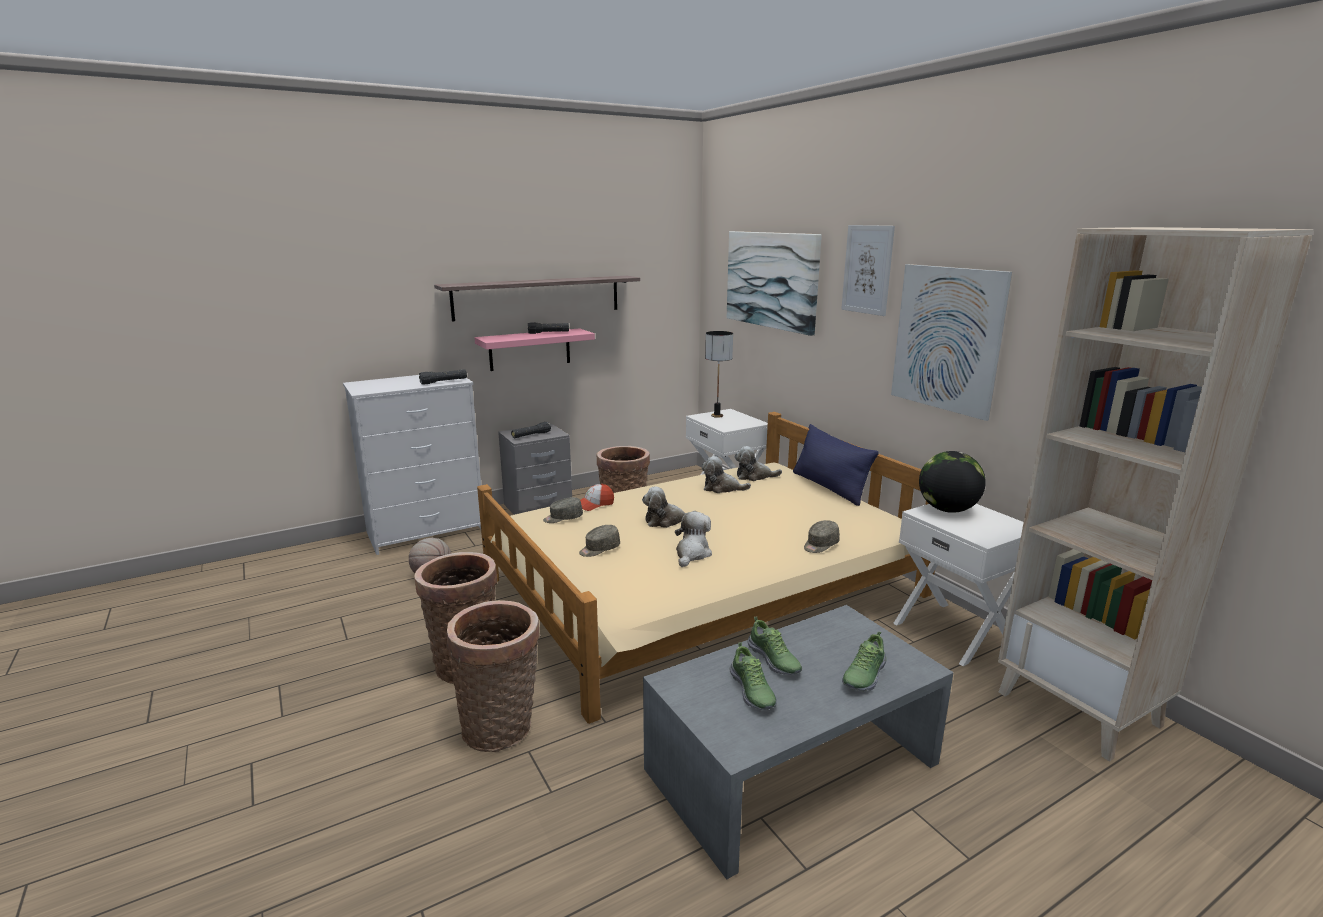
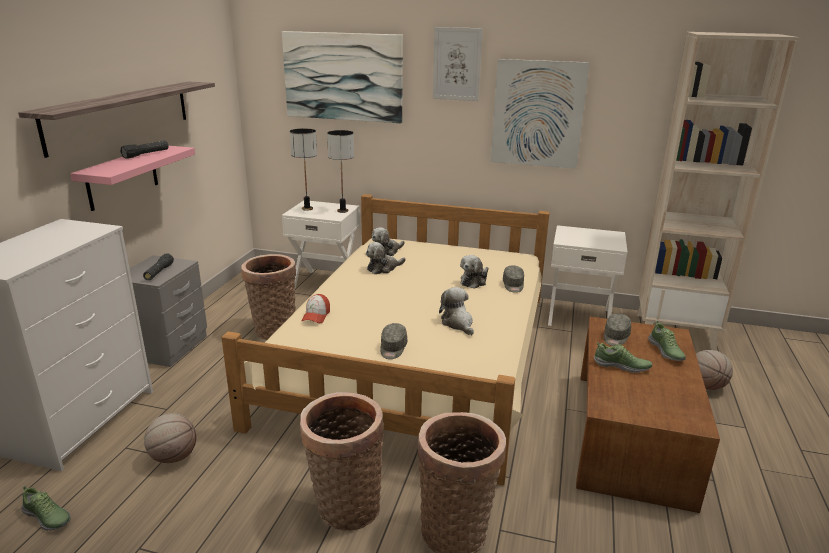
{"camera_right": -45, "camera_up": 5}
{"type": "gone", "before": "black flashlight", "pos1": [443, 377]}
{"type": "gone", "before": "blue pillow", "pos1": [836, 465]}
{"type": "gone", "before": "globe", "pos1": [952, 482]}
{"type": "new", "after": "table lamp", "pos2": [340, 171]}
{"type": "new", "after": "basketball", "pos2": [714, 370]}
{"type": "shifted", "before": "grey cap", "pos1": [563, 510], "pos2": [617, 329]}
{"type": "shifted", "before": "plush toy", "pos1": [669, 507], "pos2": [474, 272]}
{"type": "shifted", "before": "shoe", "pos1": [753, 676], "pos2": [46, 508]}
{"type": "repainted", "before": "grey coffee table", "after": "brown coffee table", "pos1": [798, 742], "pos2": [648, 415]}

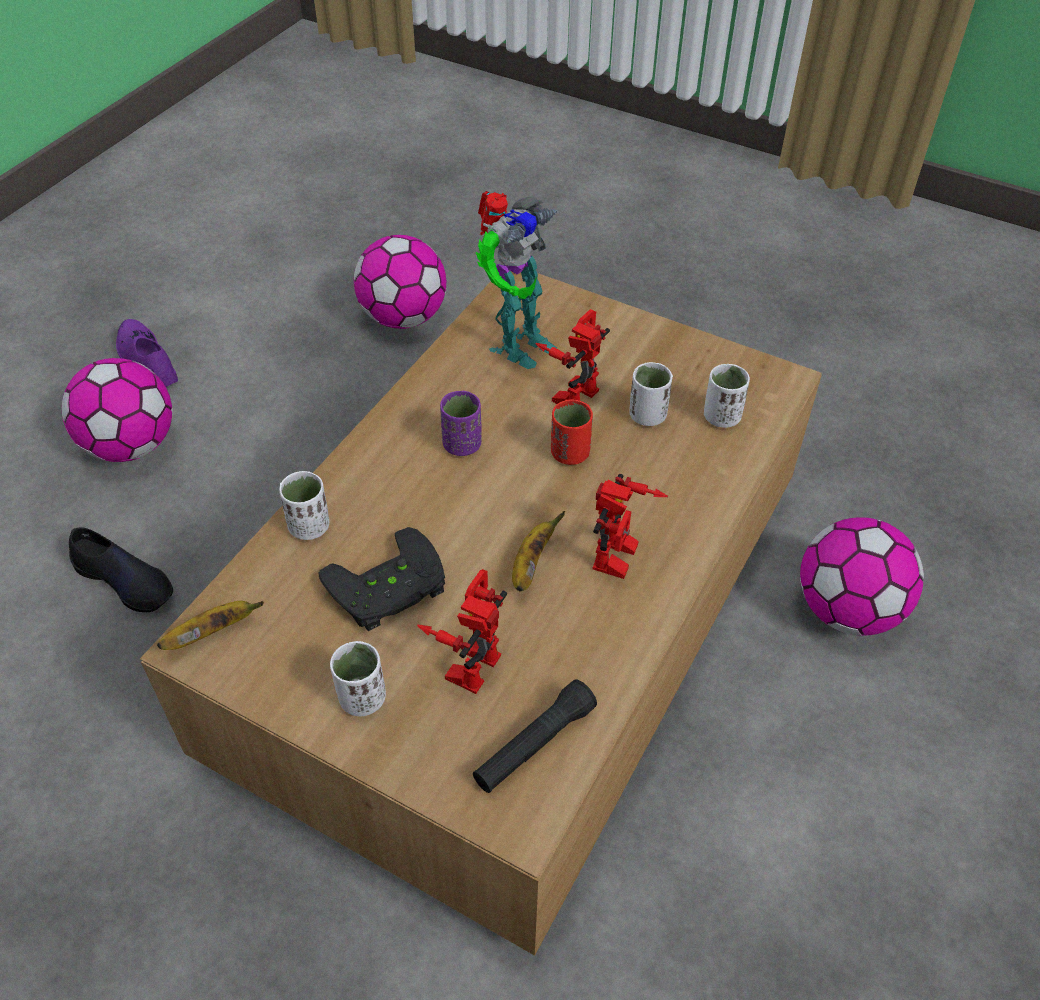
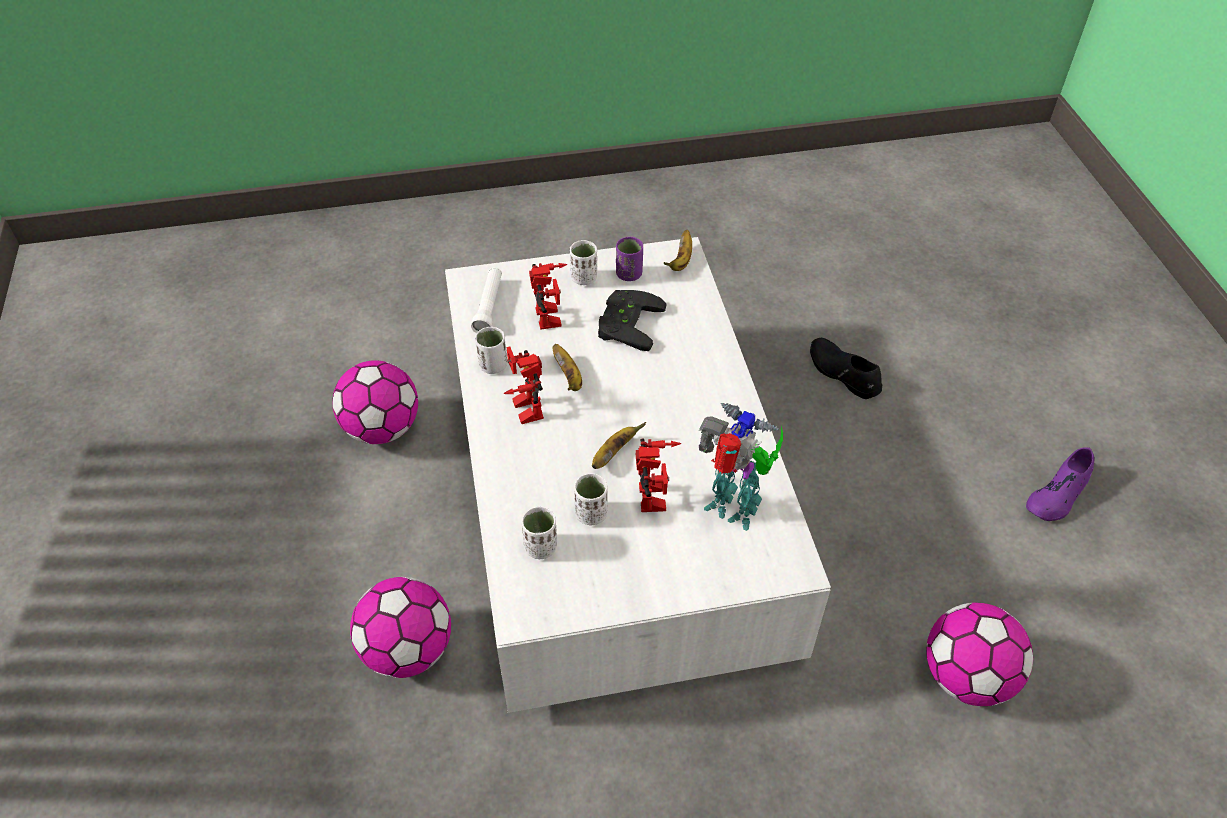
{"camera_right": 140, "camera_up": 0}
{"type": "shifted", "before": "football", "pos1": [117, 410], "pos2": [375, 402]}
{"type": "shifted", "before": "white cup", "pos1": [304, 505], "pos2": [491, 350]}
{"type": "shifted", "before": "purple cup", "pos1": [460, 423], "pos2": [629, 259]}
{"type": "swapped", "before": "red cup", "after": "banana", "pos1": [572, 432], "pos2": [619, 445]}
{"type": "repainted", "before": "brown coffee table", "after": "white coffee table", "pos1": [481, 614], "pos2": [638, 475]}
{"type": "repainted", "before": "black flashlight", "after": "white flashlight", "pos1": [535, 736], "pos2": [486, 300]}
{"type": "rotated", "before": "black shoe", "pos1": [121, 570], "pos2": [846, 368], "turn": 60}
{"type": "rotated", "before": "purple shoe", "pos1": [147, 353], "pos2": [1060, 484], "turn": 120}
{"type": "rotated", "before": "toy robot", "pos1": [516, 280], "pos2": [741, 467], "turn": 120}

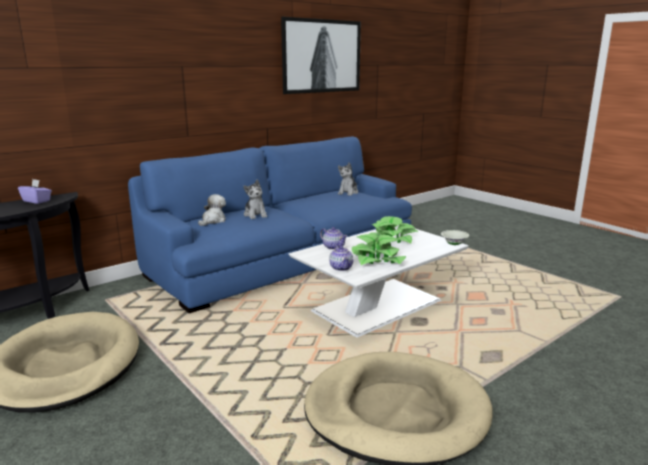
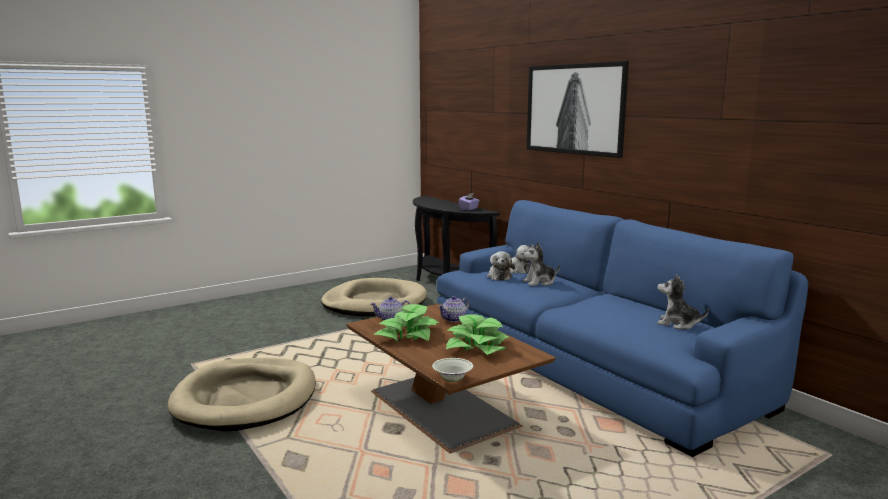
{"camera_right": 95, "camera_up": -5}
{"type": "new", "after": "plush toy", "pos2": [501, 266]}
{"type": "shifted", "before": "picture", "pos1": [321, 55], "pos2": [578, 109]}
{"type": "repainted", "before": "white coffee table", "after": "brown coffee table", "pos1": [378, 281], "pos2": [451, 379]}

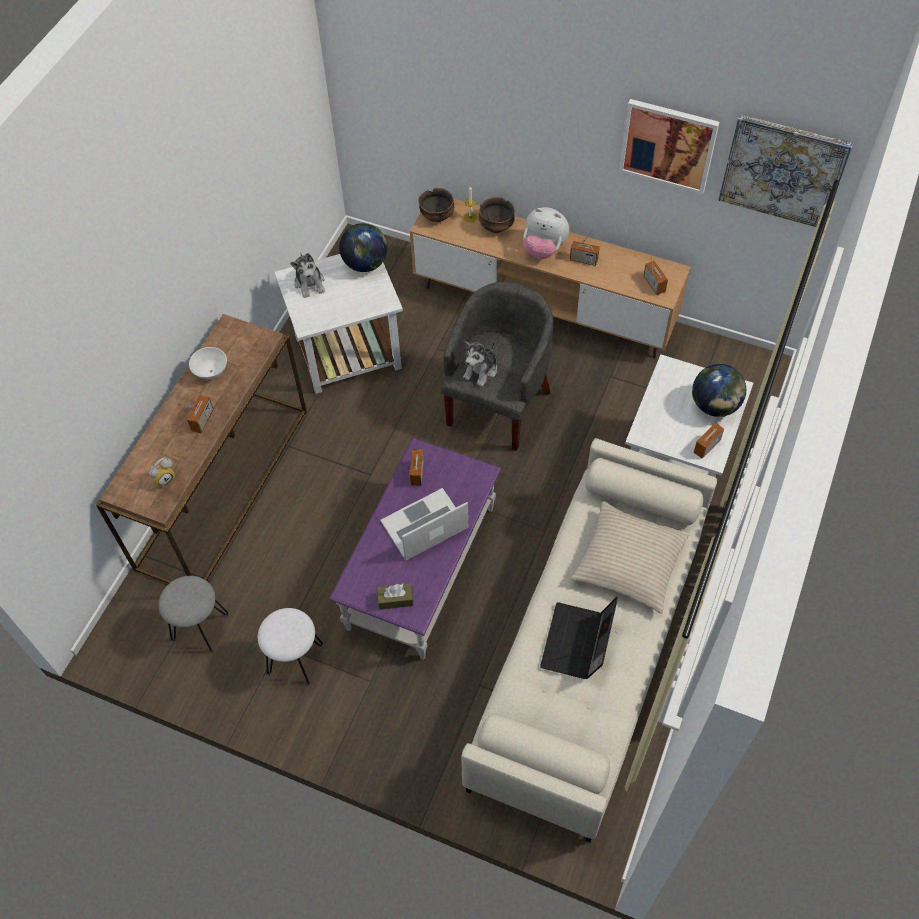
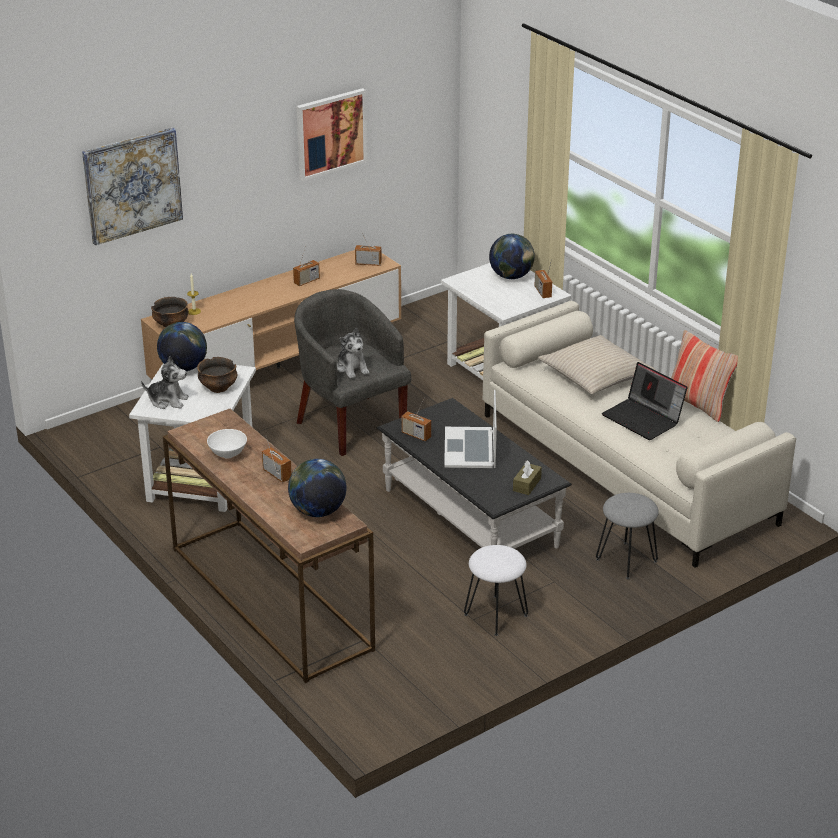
{"camera_right": -60, "camera_up": -25}
{"type": "gone", "before": "plush toy", "pos1": [546, 233]}
{"type": "new", "after": "pillow", "pos2": [704, 376]}
{"type": "shifted", "before": "grey stool", "pos1": [194, 614], "pos2": [627, 536]}
{"type": "shifted", "before": "bowl", "pos1": [497, 215], "pos2": [217, 375]}
{"type": "shifted", "before": "picture", "pos1": [786, 170], "pos2": [132, 186]}
{"type": "swapped", "before": "alarm clock", "after": "globe", "pos1": [162, 473], "pos2": [317, 488]}
{"type": "repainted", "before": "purple coffee table", "after": "black coffee table", "pos1": [415, 549], "pos2": [474, 473]}

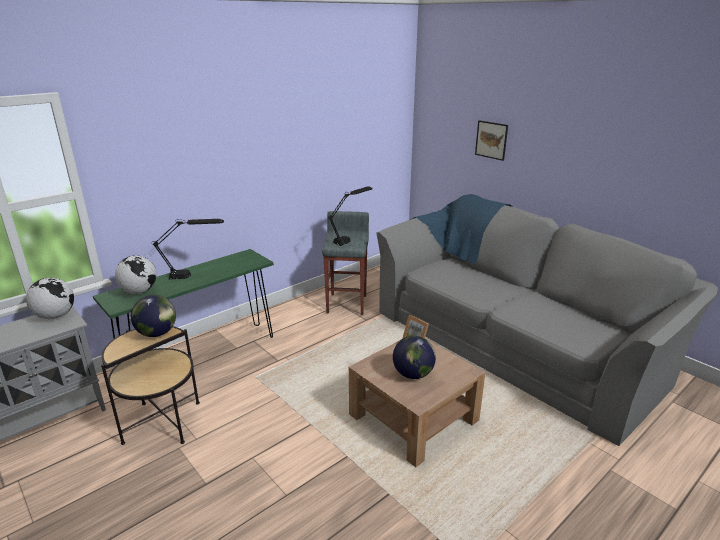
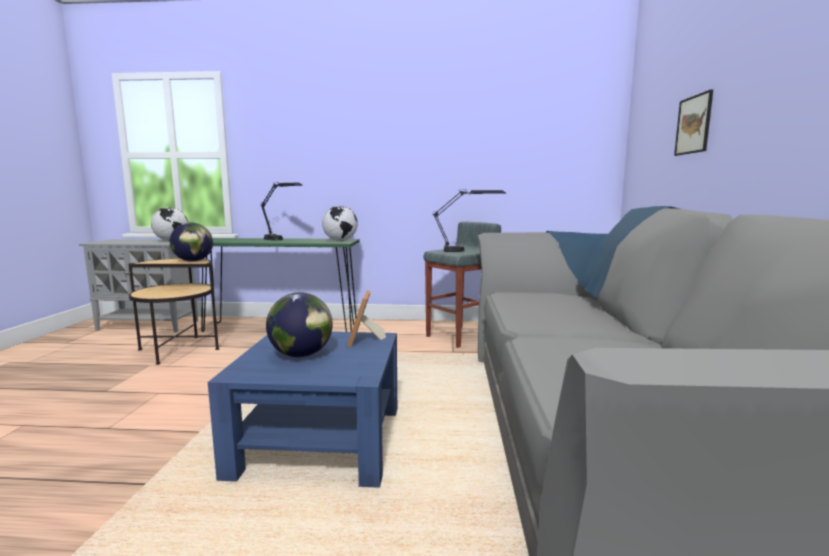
{"camera_right": 45, "camera_up": -15}
{"type": "shifted", "before": "globe", "pos1": [135, 274], "pos2": [340, 223]}
{"type": "repainted", "before": "brown coffee table", "after": "blue coffee table", "pos1": [417, 403], "pos2": [302, 410]}

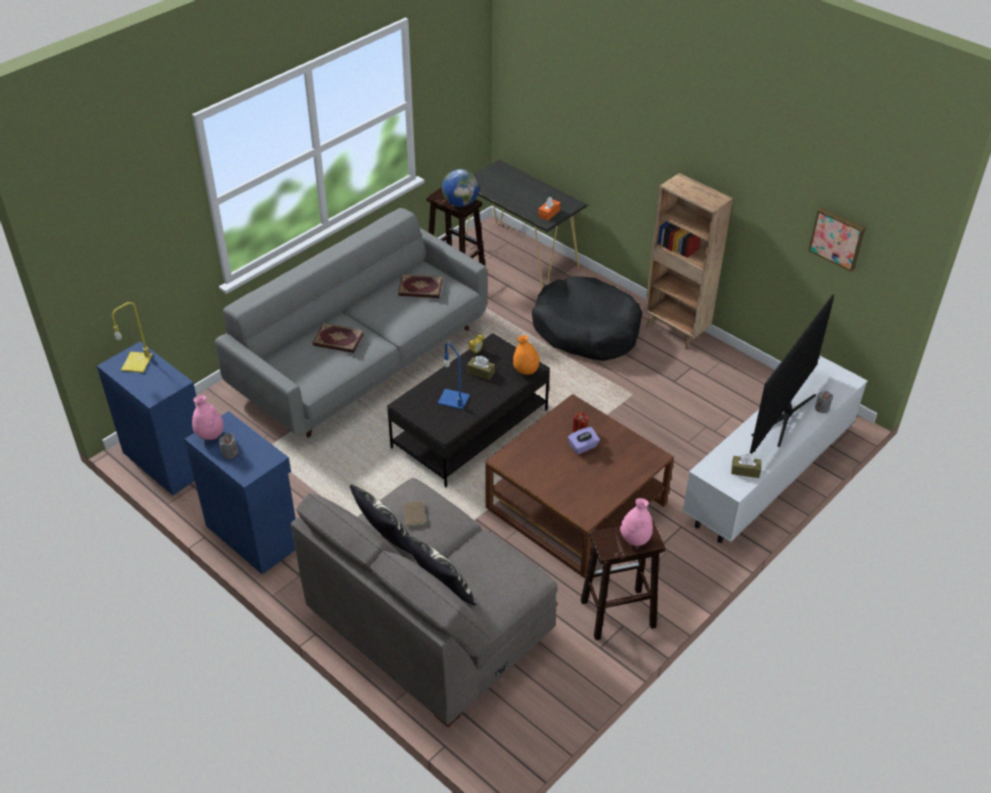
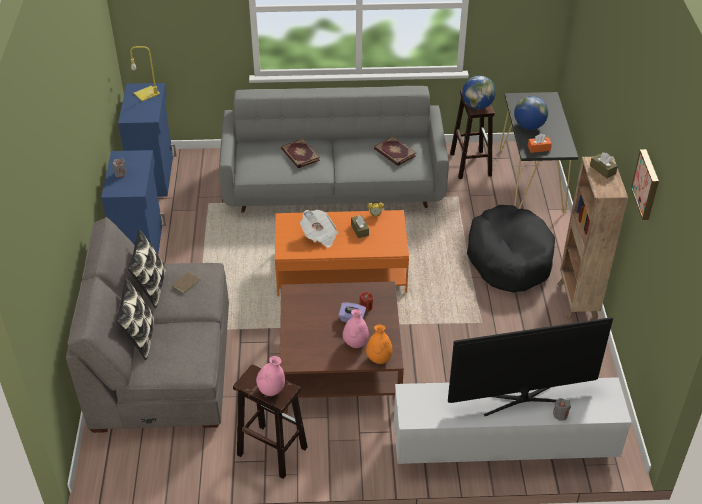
{"camera_right": 45, "camera_up": 0}
{"type": "new", "after": "globe", "pos2": [531, 113]}
{"type": "shifted", "before": "pink vase", "pos1": [208, 417], "pos2": [356, 328]}
{"type": "shifted", "before": "orange vase", "pos1": [526, 355], "pos2": [379, 344]}
{"type": "shifted", "before": "brown tissue box", "pos1": [746, 466], "pos2": [604, 165]}
{"type": "shifted", "before": "picture", "pos1": [837, 240], "pos2": [645, 184]}
{"type": "swapped", "before": "blue table lamp", "after": "newspaper", "pos1": [454, 376], "pos2": [319, 229]}
{"type": "repainted", "before": "black coffee table", "after": "orange coffee table", "pos1": [468, 410], "pos2": [342, 253]}

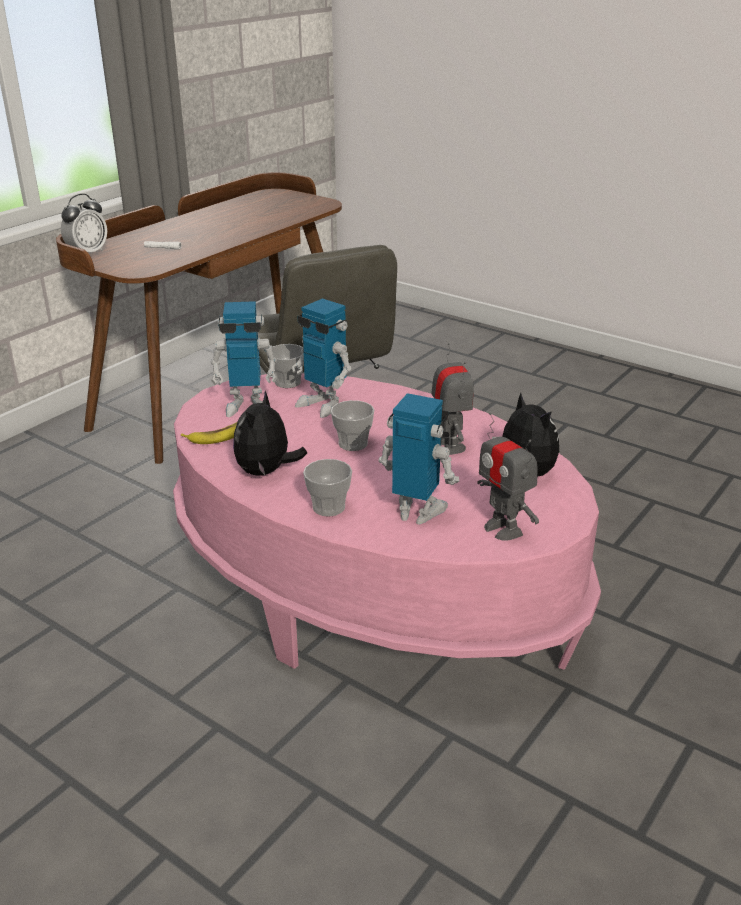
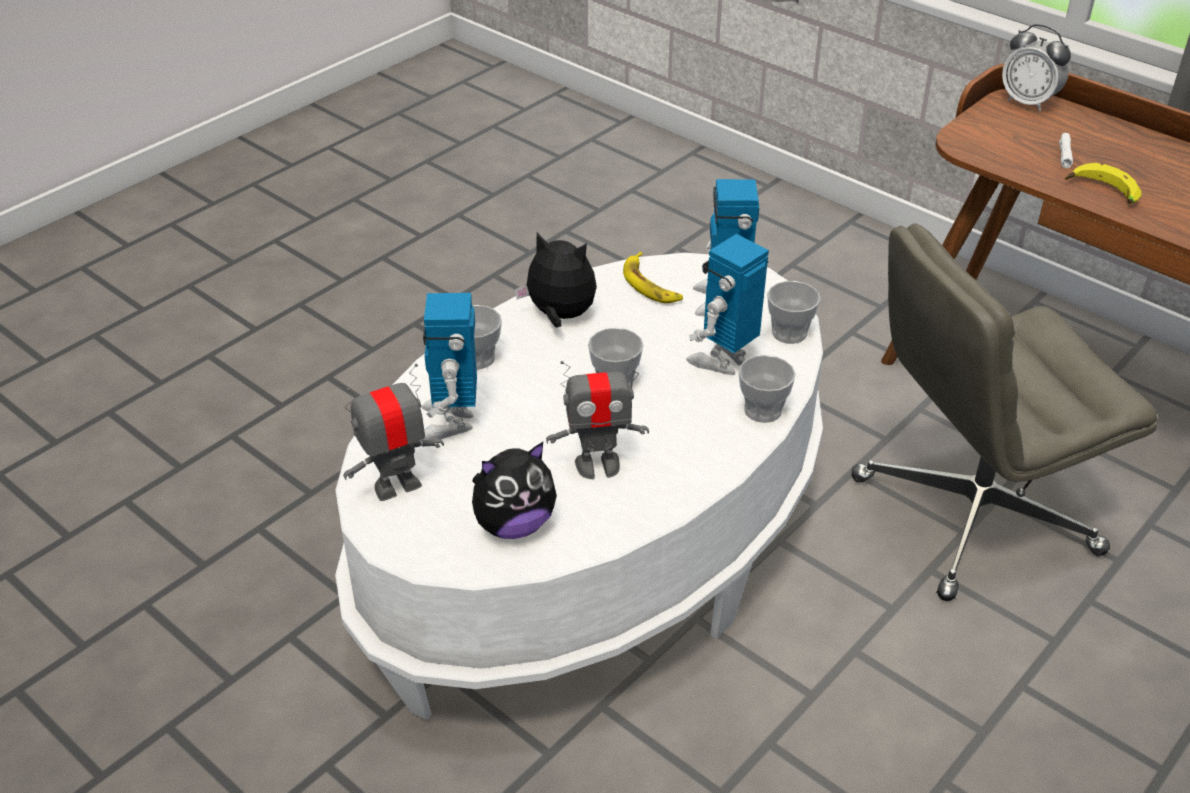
{"camera_right": 95, "camera_up": 10}
{"type": "new", "after": "cup", "pos2": [767, 389]}
{"type": "new", "after": "banana", "pos2": [1103, 183]}
{"type": "repainted", "before": "pink coffee table", "after": "white coffee table", "pos1": [387, 521], "pos2": [579, 486]}
{"type": "rotated", "before": "toy robot", "pos1": [418, 459], "pos2": [448, 367], "turn": 150}

